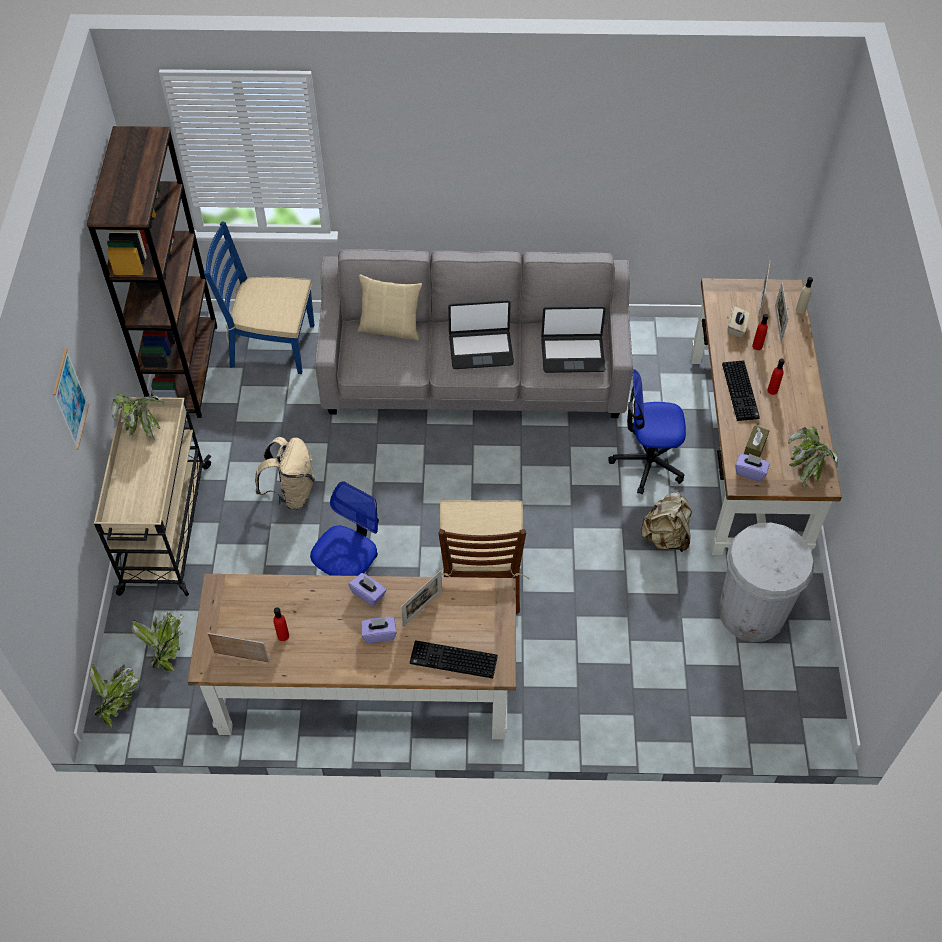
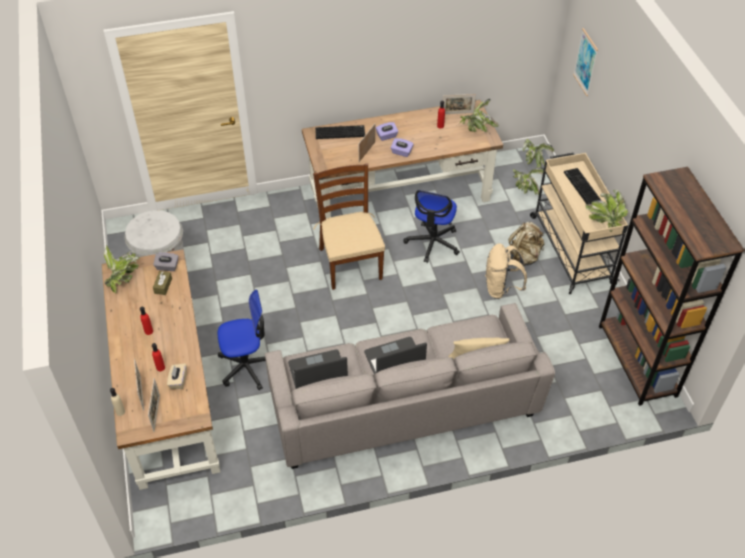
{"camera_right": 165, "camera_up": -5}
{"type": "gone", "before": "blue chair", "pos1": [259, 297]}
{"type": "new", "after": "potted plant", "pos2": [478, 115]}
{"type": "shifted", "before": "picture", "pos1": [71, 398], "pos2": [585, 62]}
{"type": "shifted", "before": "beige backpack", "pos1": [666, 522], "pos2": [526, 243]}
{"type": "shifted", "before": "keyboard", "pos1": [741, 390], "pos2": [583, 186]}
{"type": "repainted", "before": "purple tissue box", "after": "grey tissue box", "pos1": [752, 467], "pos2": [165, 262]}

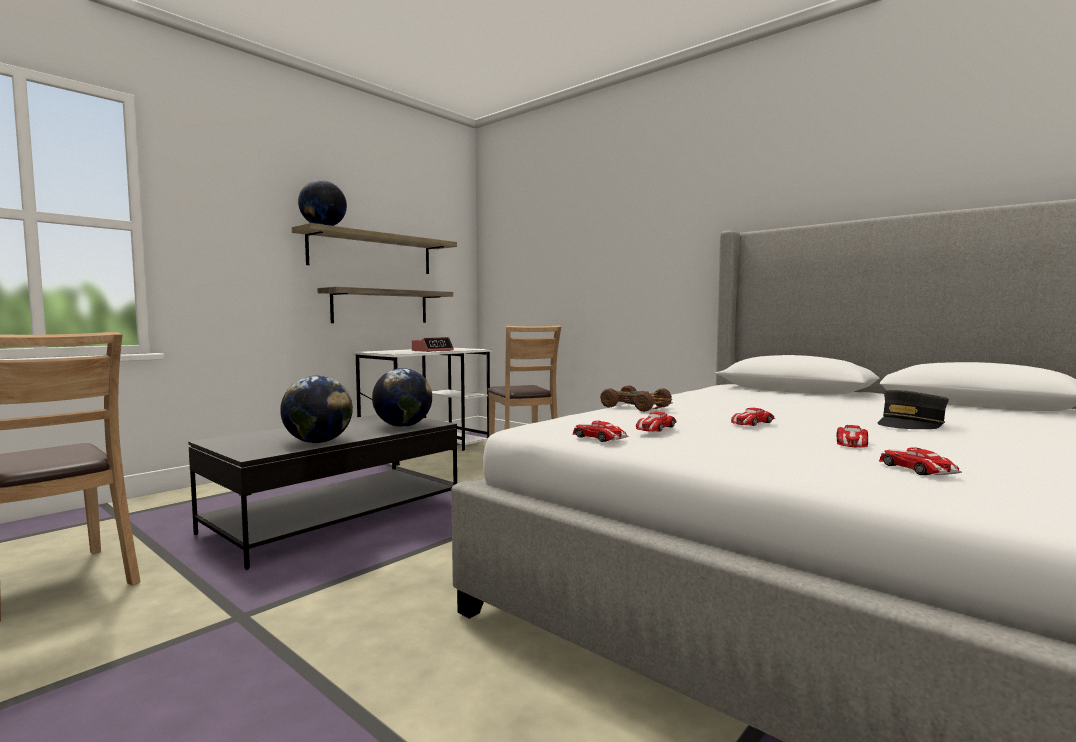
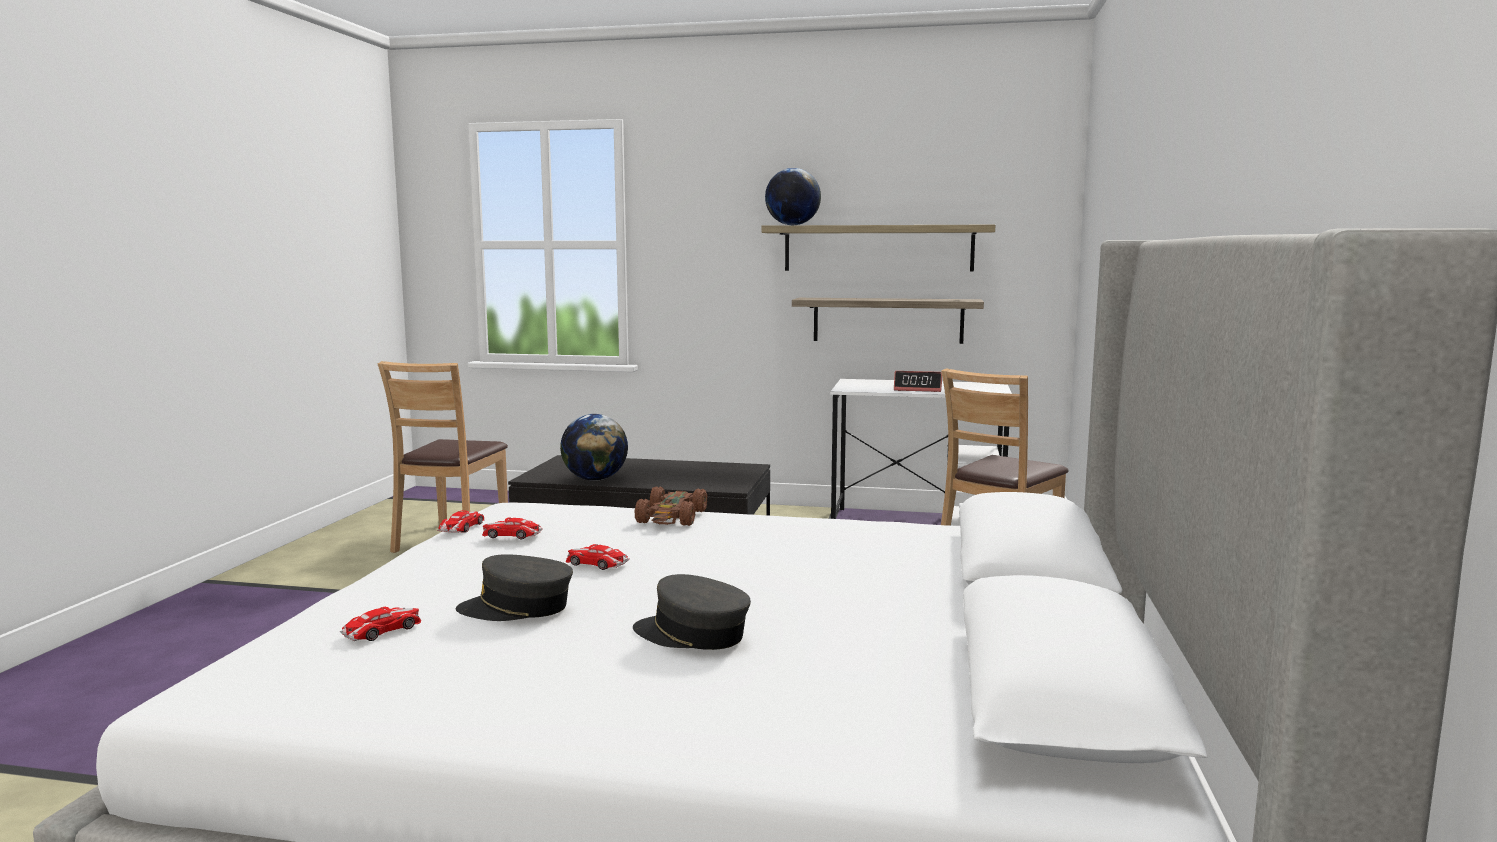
{"camera_right": 60, "camera_up": 5}
{"type": "gone", "before": "globe", "pos1": [402, 397]}
{"type": "swapped", "before": "toy car", "after": "grey cap", "pos1": [852, 436], "pos2": [514, 587]}

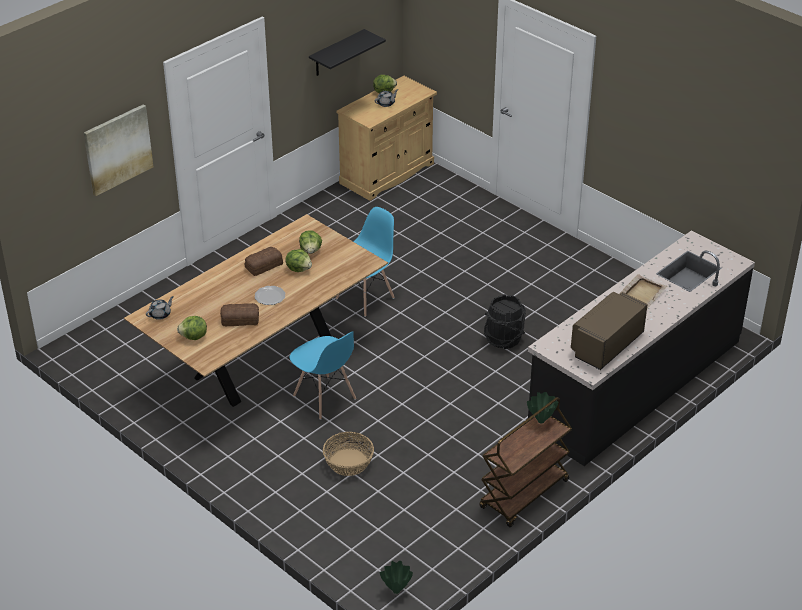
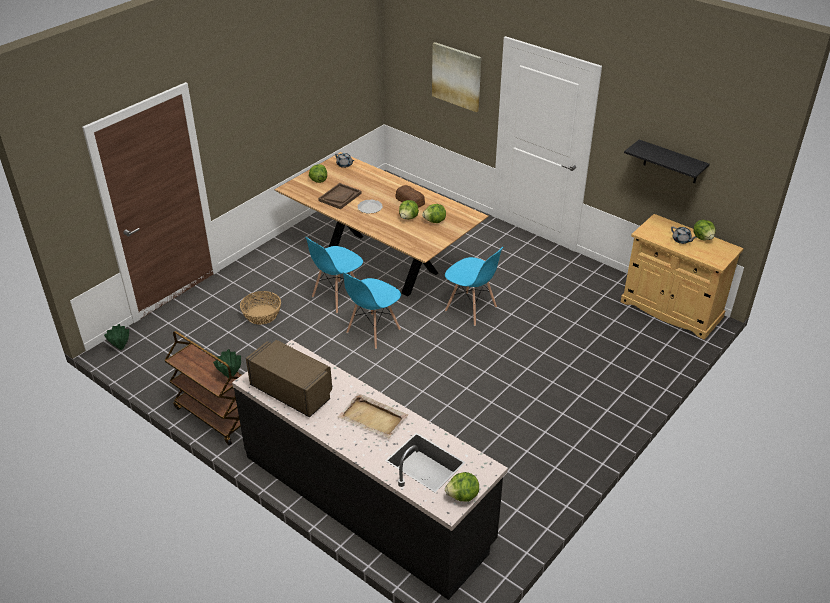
{"camera_right": 85, "camera_up": 0}
{"type": "gone", "before": "black bucket", "pos1": [505, 321]}
{"type": "new", "after": "blue chair", "pos2": [372, 310]}
{"type": "new", "after": "lettuce", "pos2": [462, 487]}
{"type": "swapped", "before": "bread", "after": "brown tray", "pos1": [239, 314], "pos2": [340, 196]}

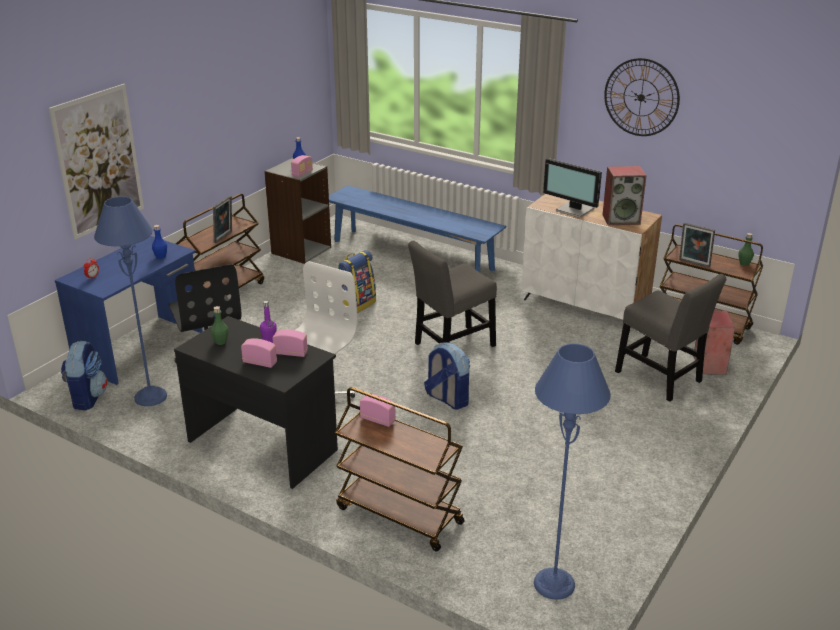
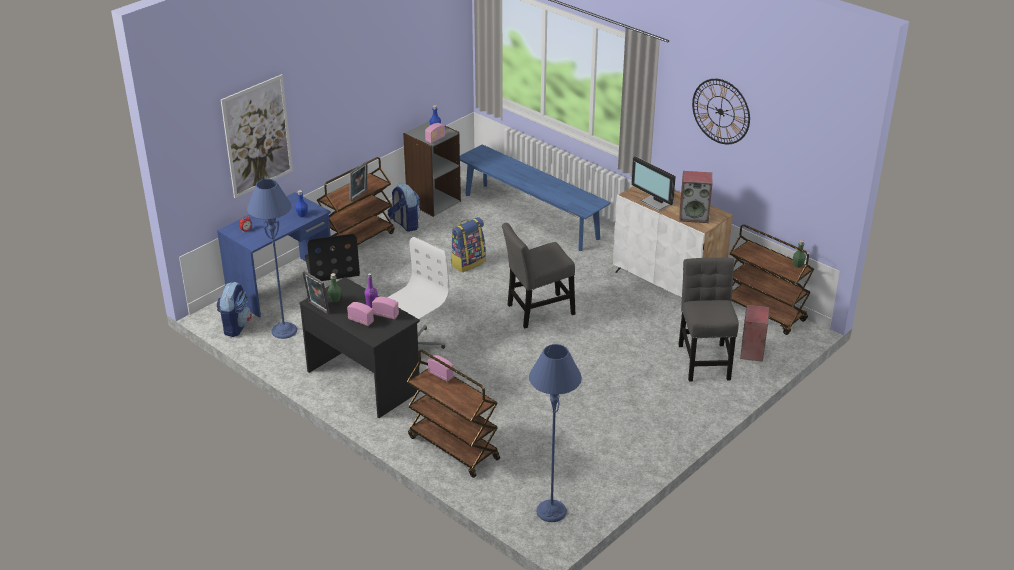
{"camera_right": 10, "camera_up": 5}
{"type": "shifted", "before": "backpack", "pos1": [447, 376], "pos2": [404, 207]}
{"type": "shifted", "before": "picture frame", "pos1": [697, 245], "pos2": [316, 292]}
{"type": "rotated", "before": "grey chair", "pos1": [670, 338], "pos2": [709, 319], "turn": -150}

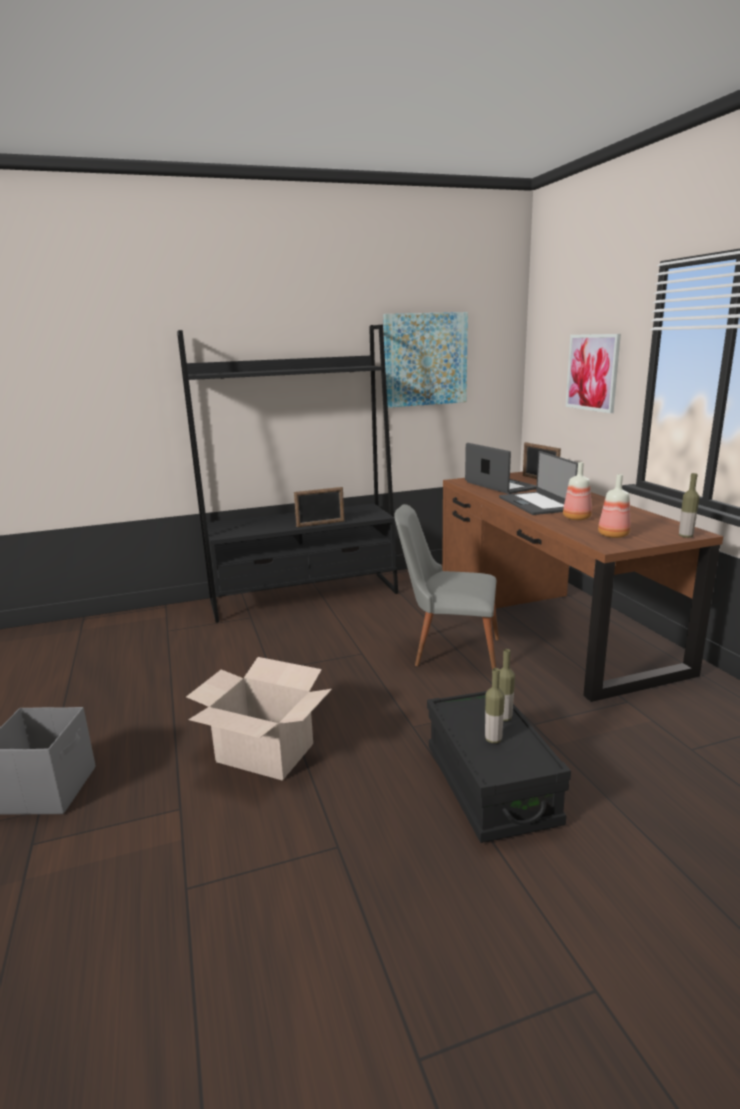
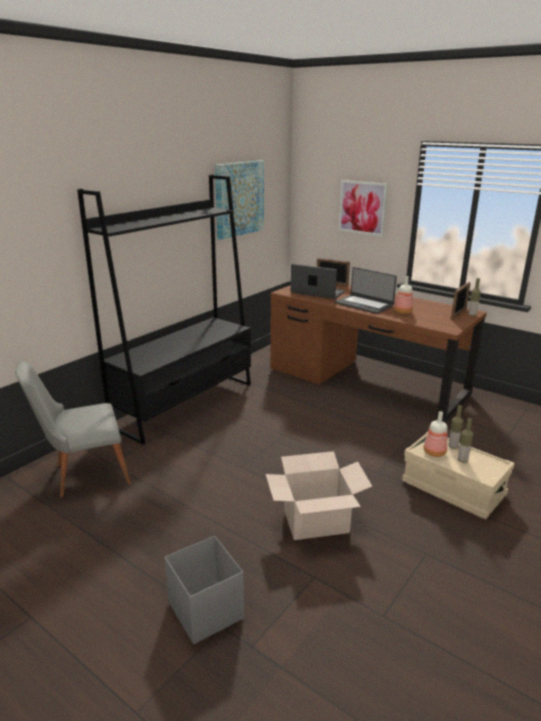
{"camera_right": -35, "camera_up": 5}
{"type": "shifted", "before": "picture frame", "pos1": [319, 507], "pos2": [461, 300]}
{"type": "shifted", "before": "grey chair", "pos1": [446, 586], "pos2": [73, 429]}
{"type": "shifted", "before": "bottle", "pos1": [614, 506], "pos2": [435, 434]}
{"type": "repainted", "before": "black storage box", "after": "beige storage box", "pos1": [499, 767], "pos2": [458, 475]}

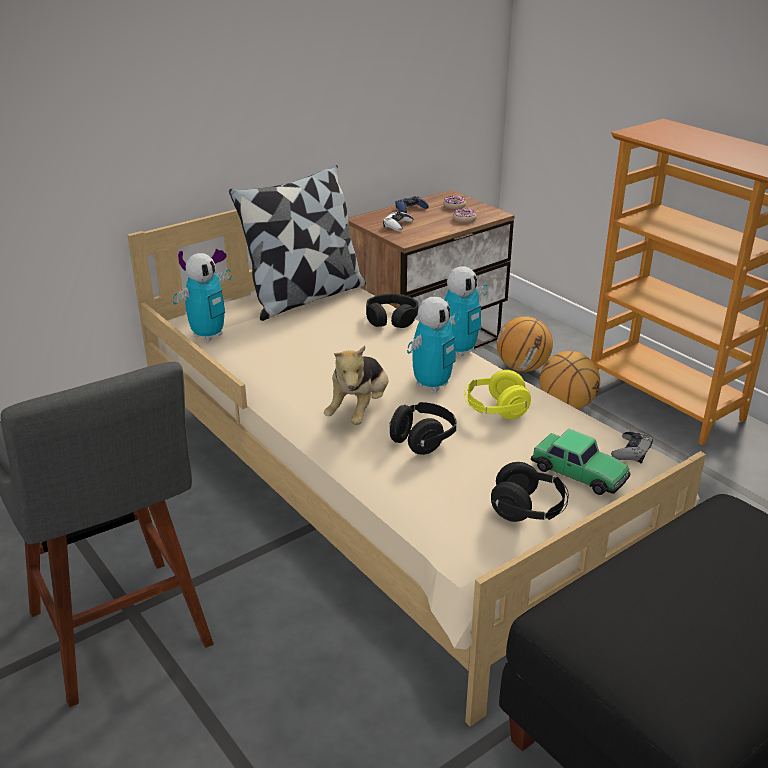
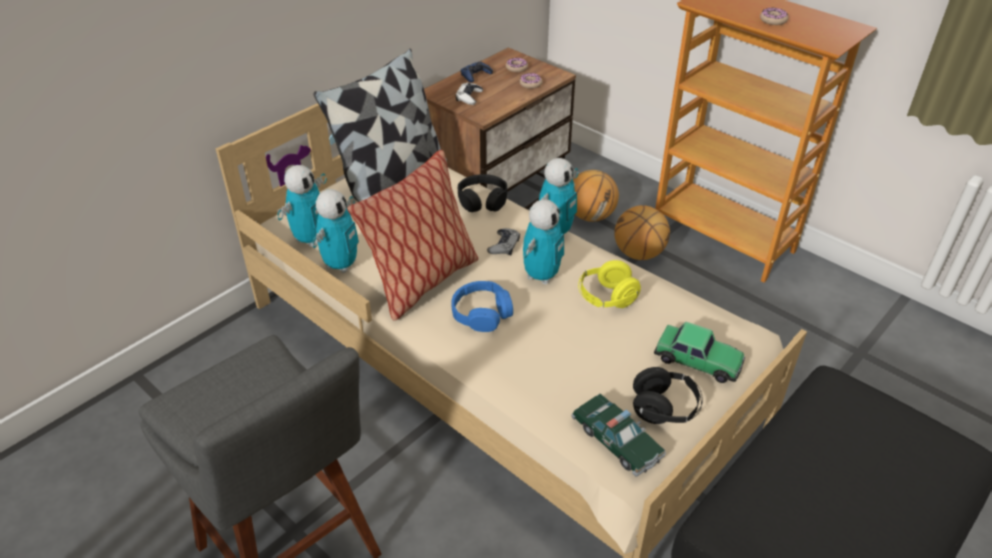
{"camera_right": -10, "camera_up": 10}
{"type": "gone", "before": "black headphones", "pos1": [422, 428]}
{"type": "new", "after": "toy robot", "pos2": [336, 231]}
{"type": "new", "after": "pillow", "pos2": [412, 235]}
{"type": "new", "after": "toy car", "pos2": [618, 435]}
{"type": "new", "after": "donut", "pos2": [774, 16]}
{"type": "shifted", "before": "grey game controller", "pos1": [632, 447], "pos2": [503, 241]}
{"type": "swapped", "before": "plush toy", "after": "blue headphones", "pos1": [356, 385], "pos2": [482, 306]}

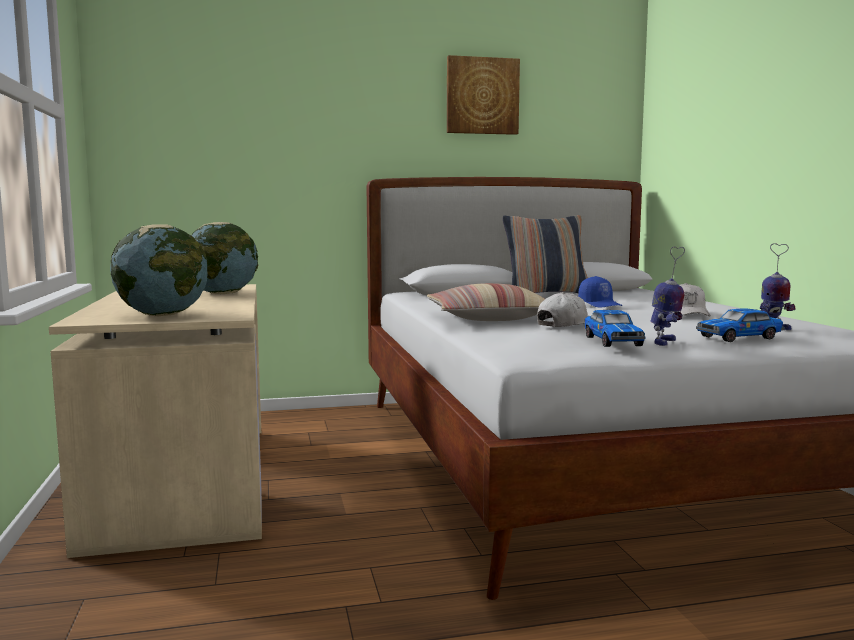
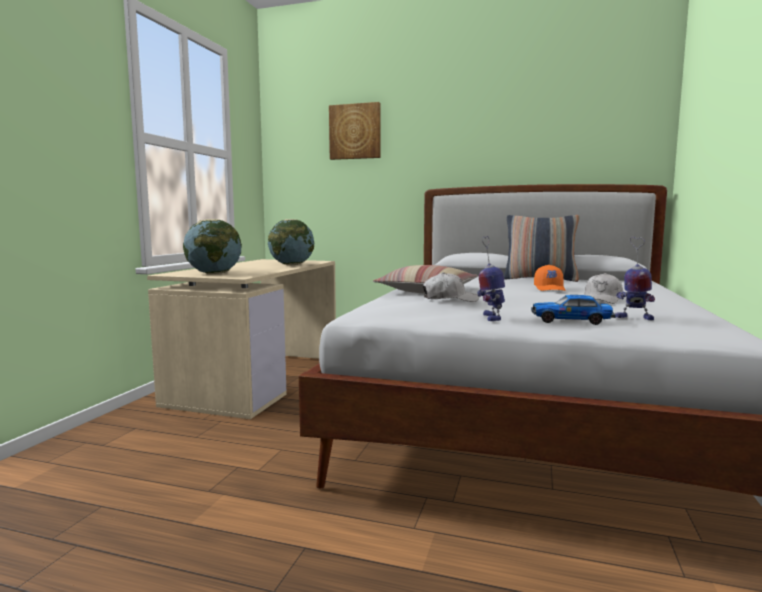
{"camera_right": 30, "camera_up": 0}
{"type": "gone", "before": "toy car", "pos1": [615, 328]}
{"type": "shifted", "before": "picture", "pos1": [483, 95], "pos2": [355, 131]}
{"type": "repainted", "before": "blue cap", "after": "orange cap", "pos1": [600, 292], "pos2": [550, 278]}
{"type": "rotated", "before": "toy robot", "pos1": [667, 296], "pos2": [491, 278], "turn": 120}

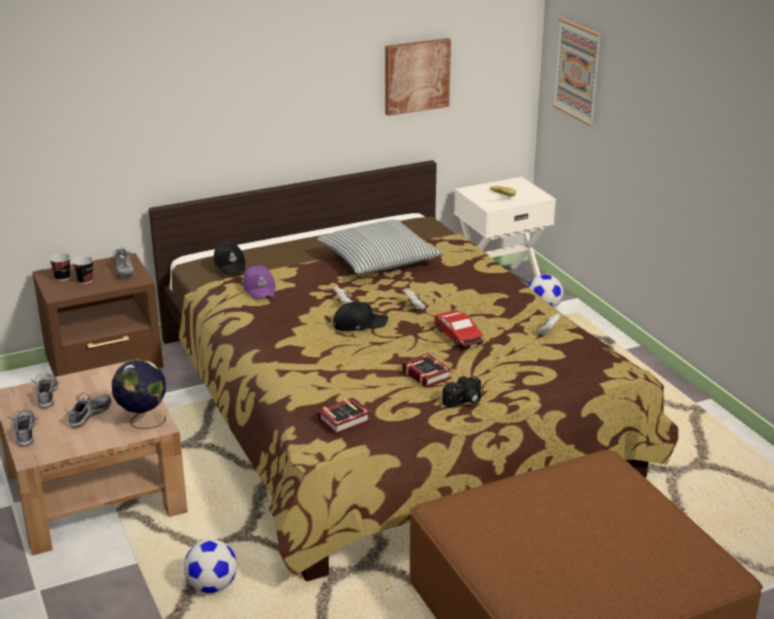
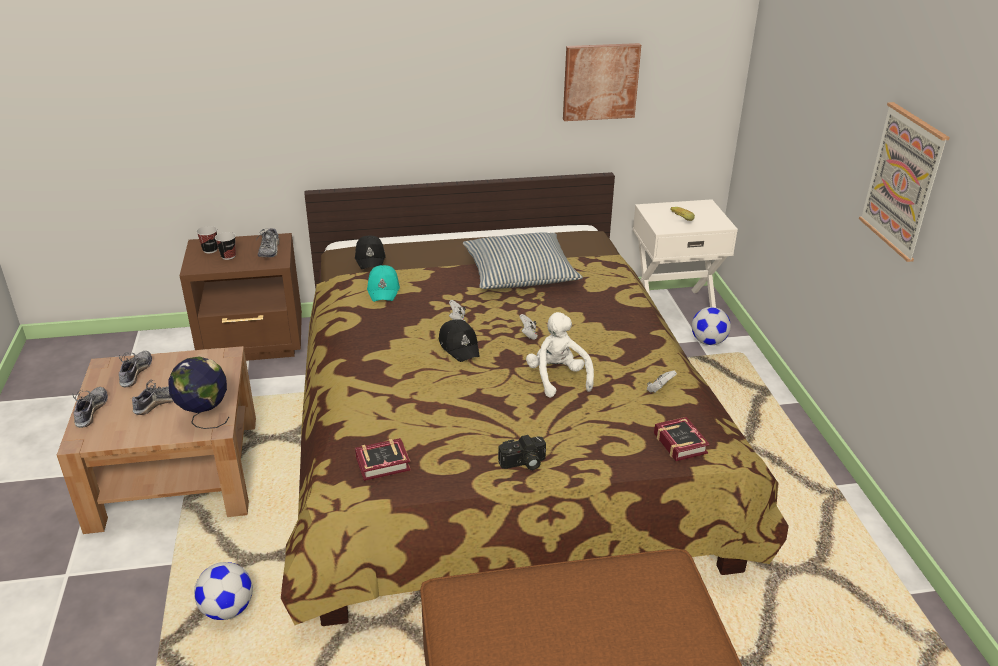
{"camera_right": 15, "camera_up": 5}
{"type": "shifted", "before": "book", "pos1": [427, 370], "pos2": [682, 439]}
{"type": "shifted", "before": "picture", "pos1": [577, 72], "pos2": [904, 182]}
{"type": "swapped", "before": "toy car", "after": "white plush toy", "pos1": [458, 329], "pos2": [560, 355]}
{"type": "repainted", "before": "purple cap", "after": "turquoise cap", "pos1": [259, 283], "pos2": [383, 283]}
{"type": "rotated", "before": "black cap", "pos1": [360, 316], "pos2": [459, 340], "turn": 60}

